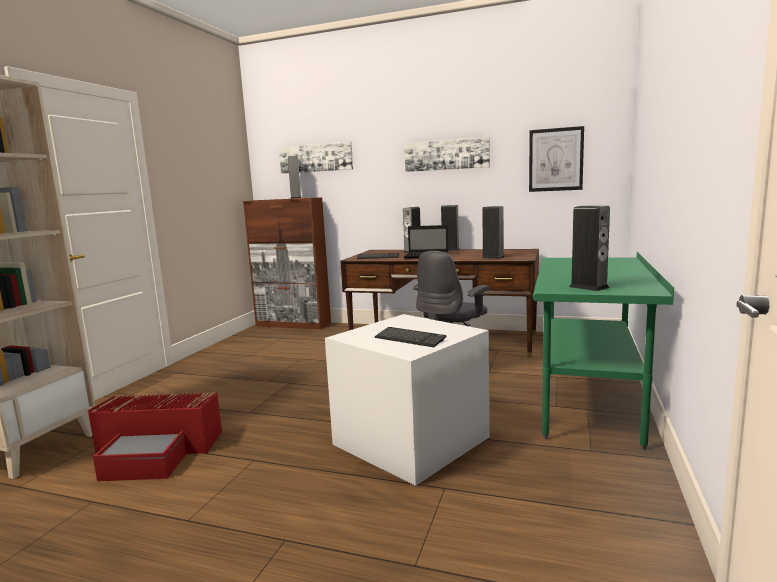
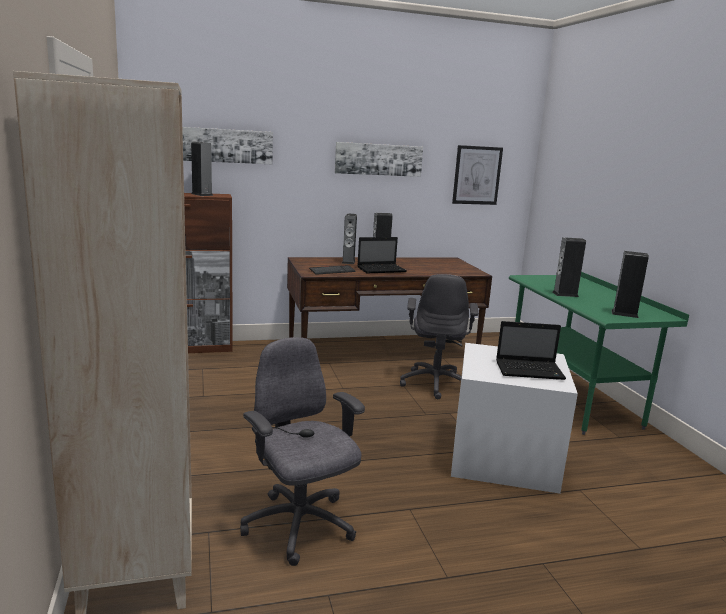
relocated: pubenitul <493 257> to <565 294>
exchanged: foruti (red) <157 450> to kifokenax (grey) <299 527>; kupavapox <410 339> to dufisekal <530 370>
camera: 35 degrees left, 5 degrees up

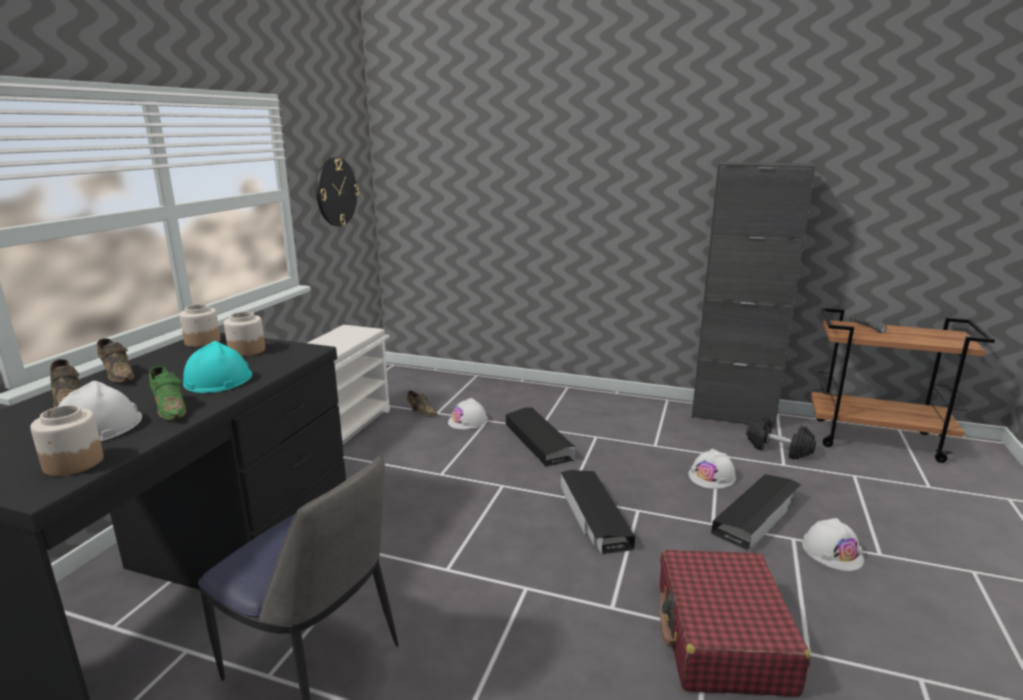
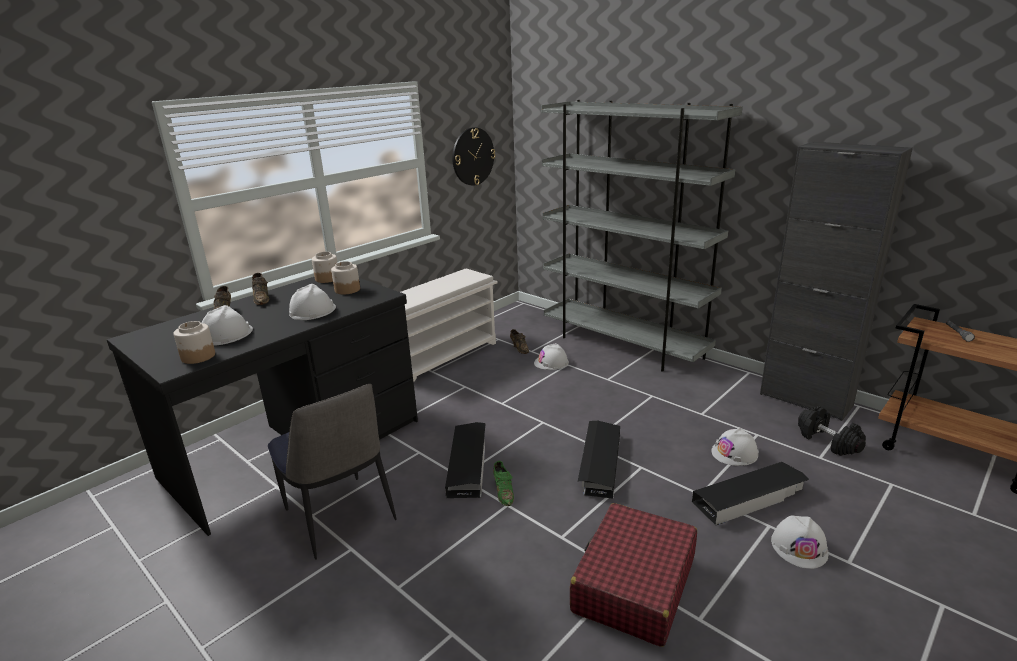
appeared: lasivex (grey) <623 345>
relocated: foruti (black) <538 441> to <468 464>; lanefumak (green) <170 408> to <503 492>
colour: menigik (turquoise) <218 380> to menigik (white) <312 311>
camera: 25 degrees right, 5 degrees up

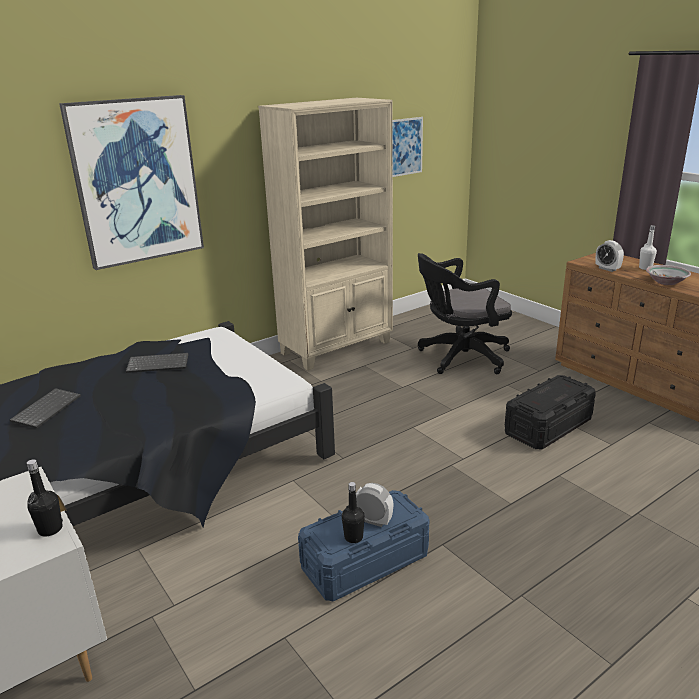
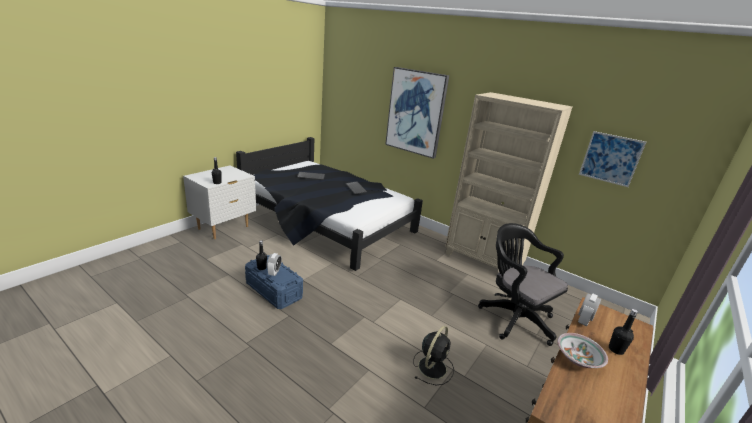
exchanged: foruti (black) <547 427> to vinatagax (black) <433 367>
colour: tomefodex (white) <645 268> to tomefodex (black) <616 349>
camera: 70 degrees right, 0 degrees up

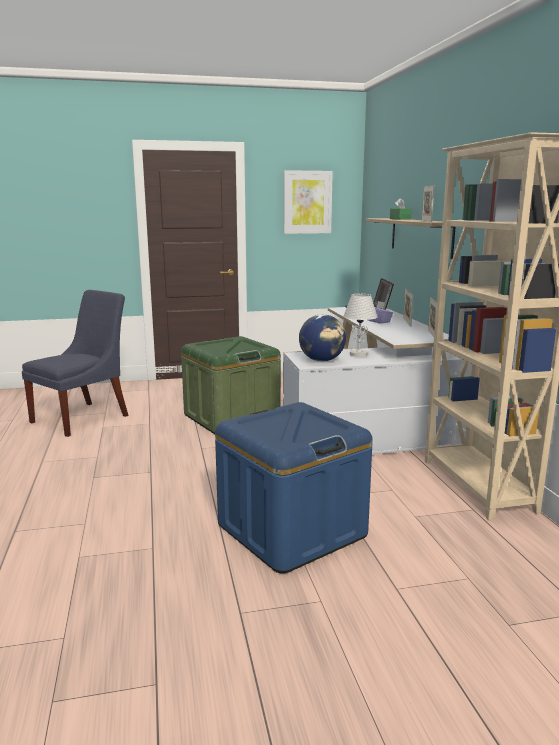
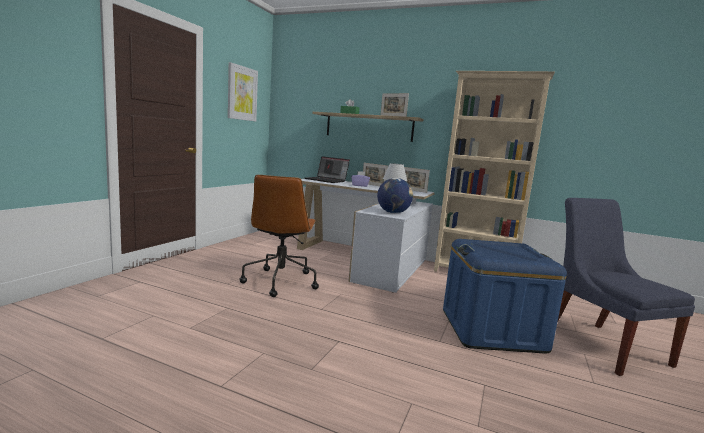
relocated: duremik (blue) <84 418> to <602 344>
exchanged: foruti (green) <231 418> to kifokenax (brown) <280 281>
camera: 55 degrees left, 5 degrees down

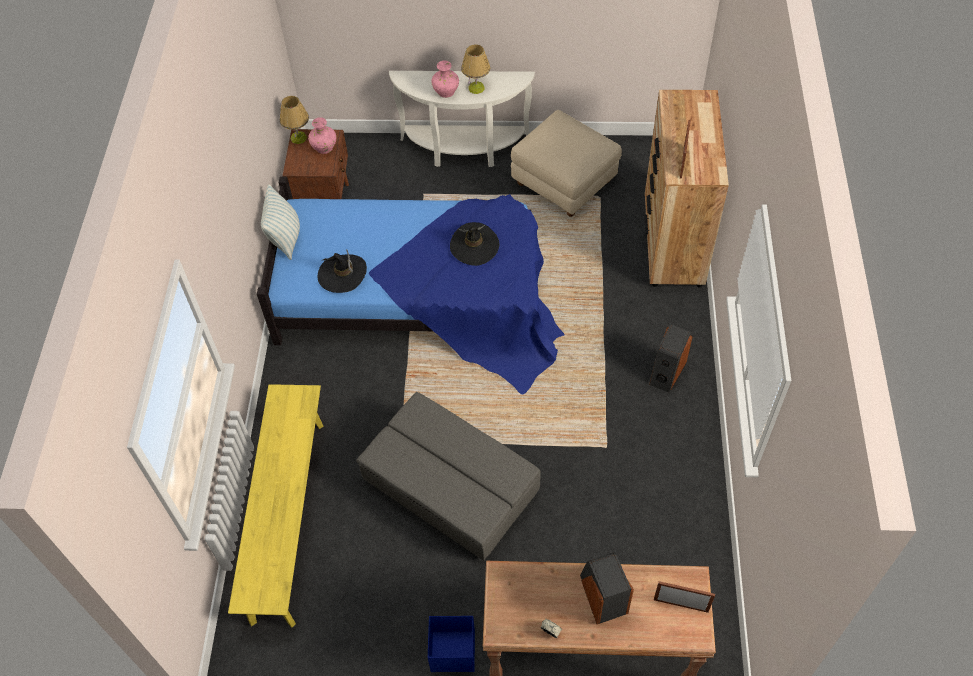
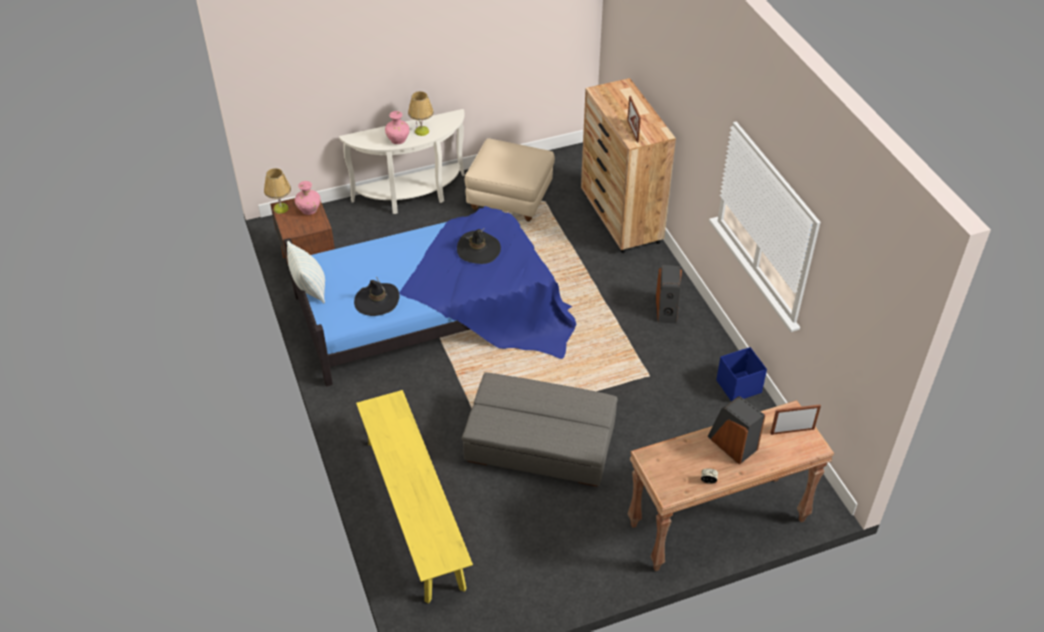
relocated: foruti (blue) <452 651> to <738 386>
camera: 25 degrees left, 10 degrees down

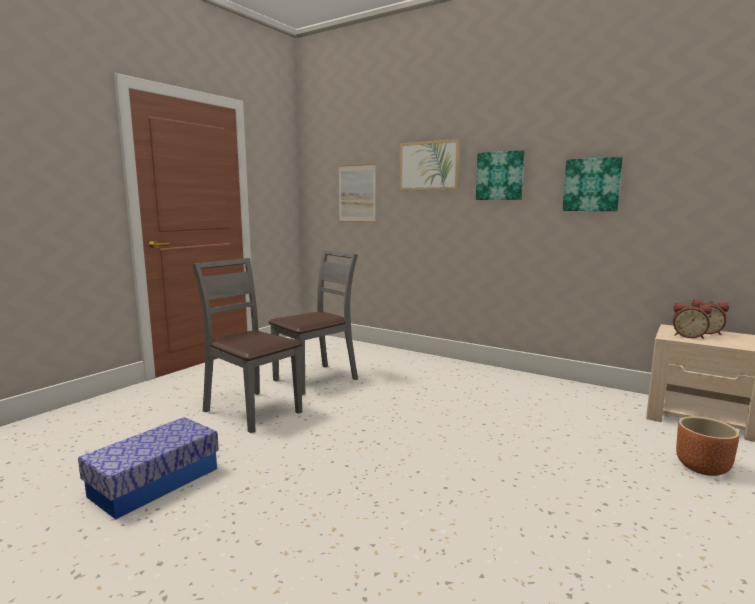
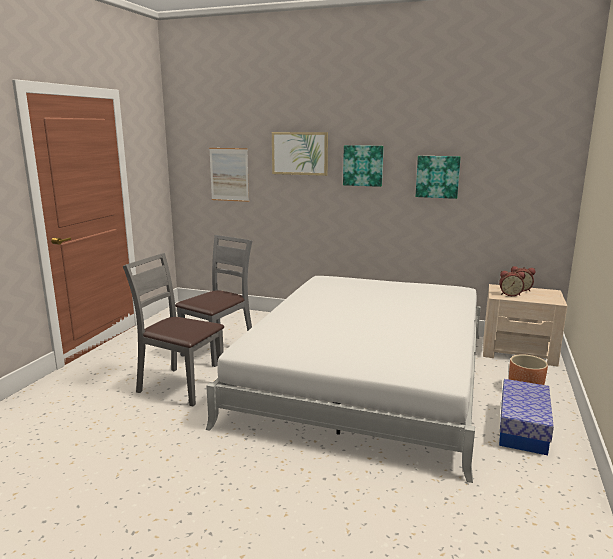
appeared: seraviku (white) <366 375>
relocated: foruti <154 482> to <523 428>
camera: 15 degrees left, 5 degrees up

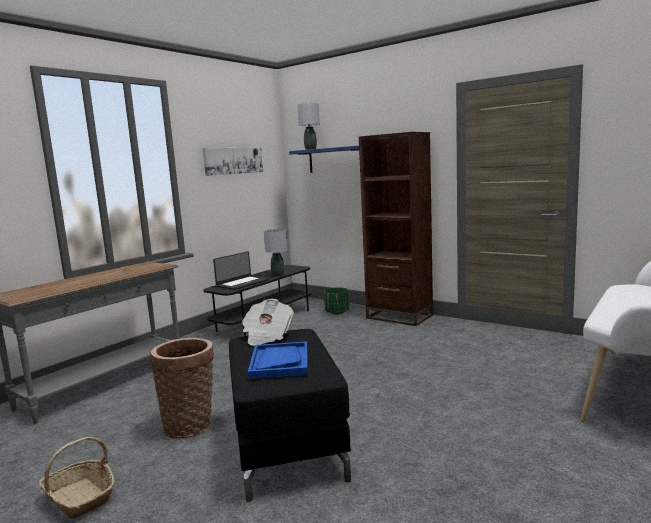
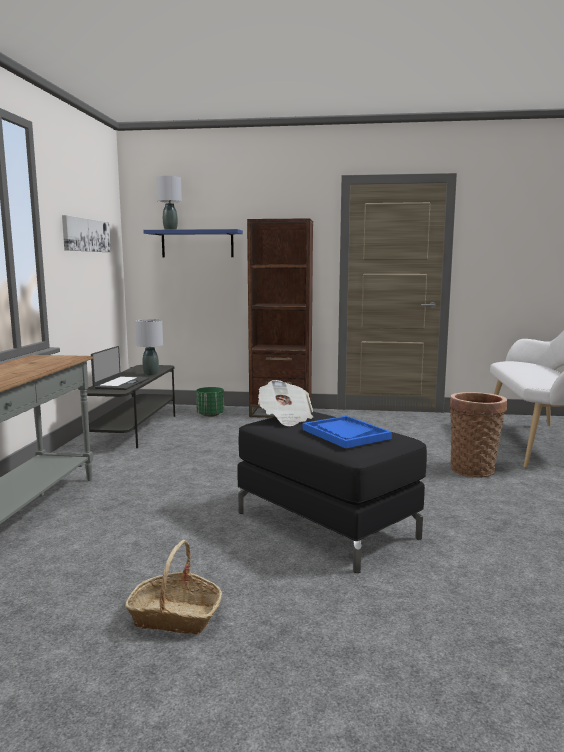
relocated: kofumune <191 425> to <473 469>
camera: 30 degrees left, 0 degrees up

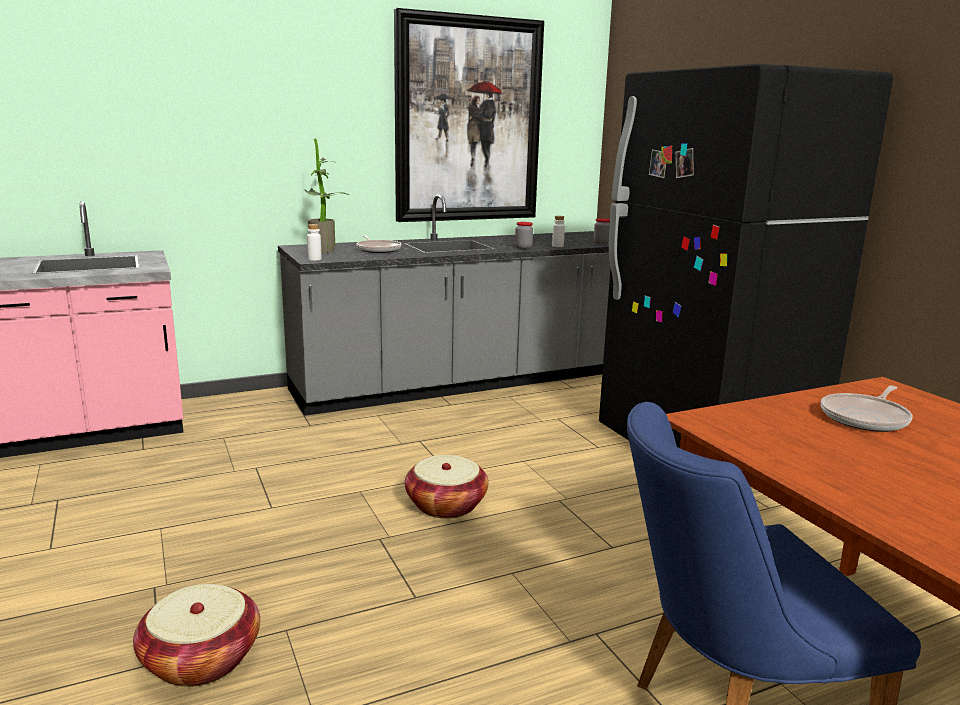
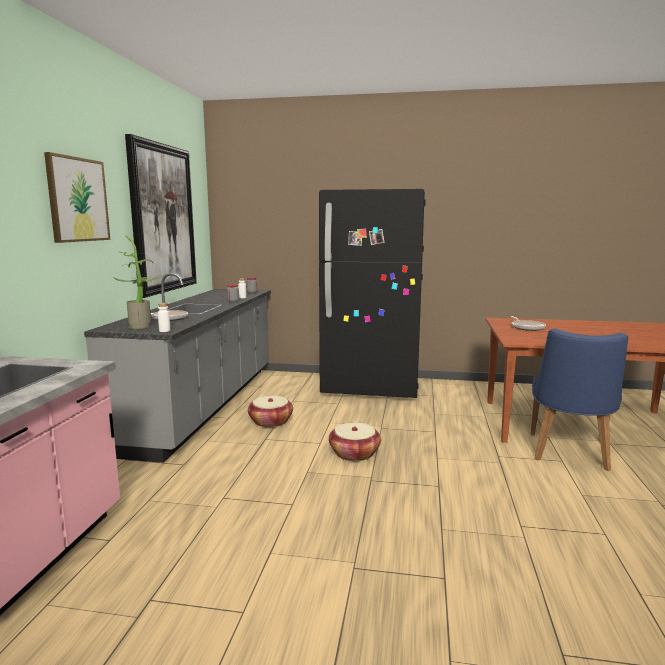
appeared: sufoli <78 200>
relocated: kofumune <201 659> to <270 422>
camera: 55 degrees left, 5 degrees down

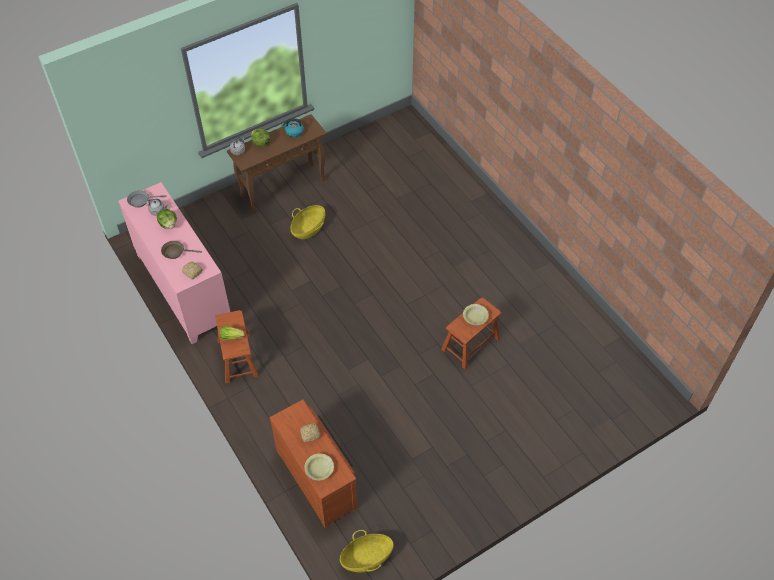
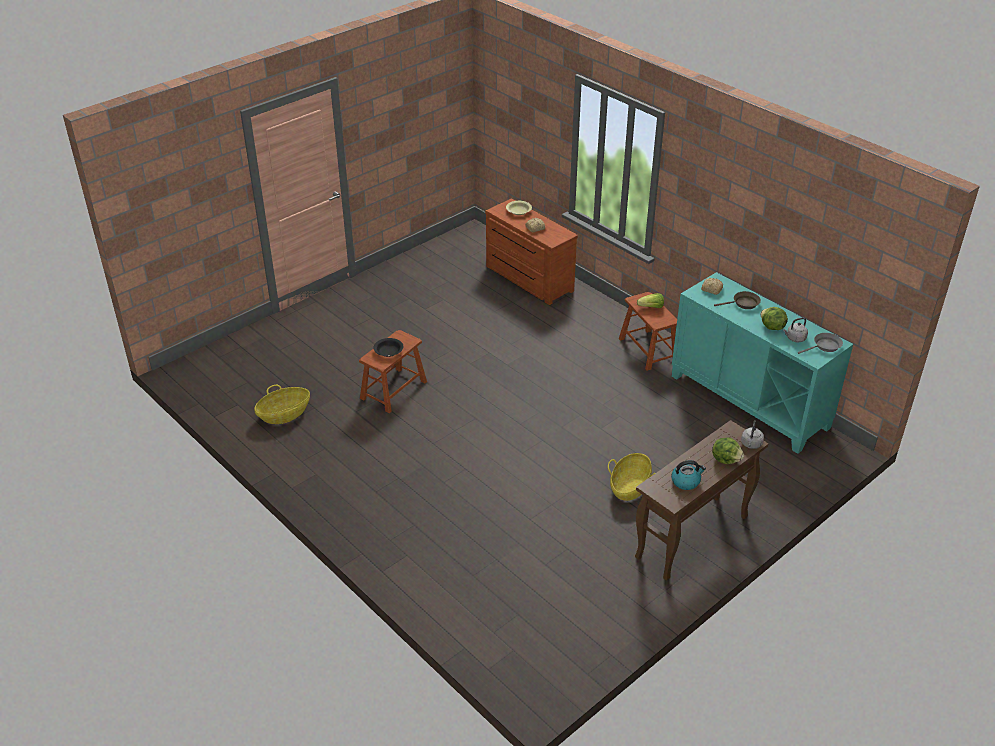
relocated: kofumune <367 557> to <284 414>
colour: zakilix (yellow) <475 317> to zakilix (black) <388 351>; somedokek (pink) <183 289> to somedokek (turquoise) <749 401>
camera: 170 degrees right, 15 degrees down

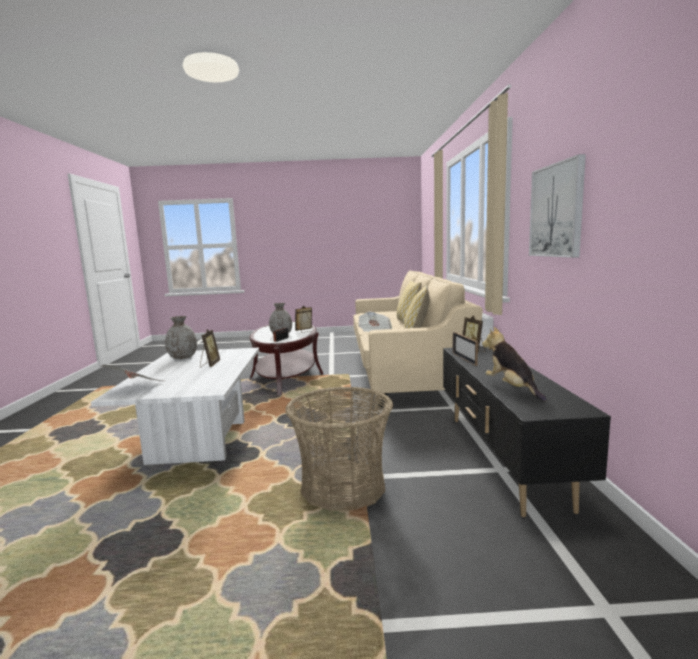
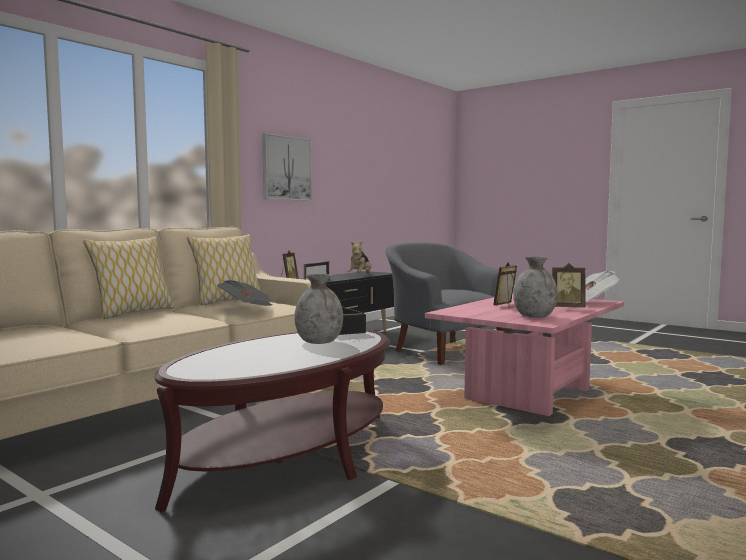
relocated: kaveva <305 331> to <567 308>
exchanged: kofumune <343 487> to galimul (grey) <444 351>
colour: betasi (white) <199 441> to betasi (pink) <528 395>
camera: 140 degrees left, 5 degrees down

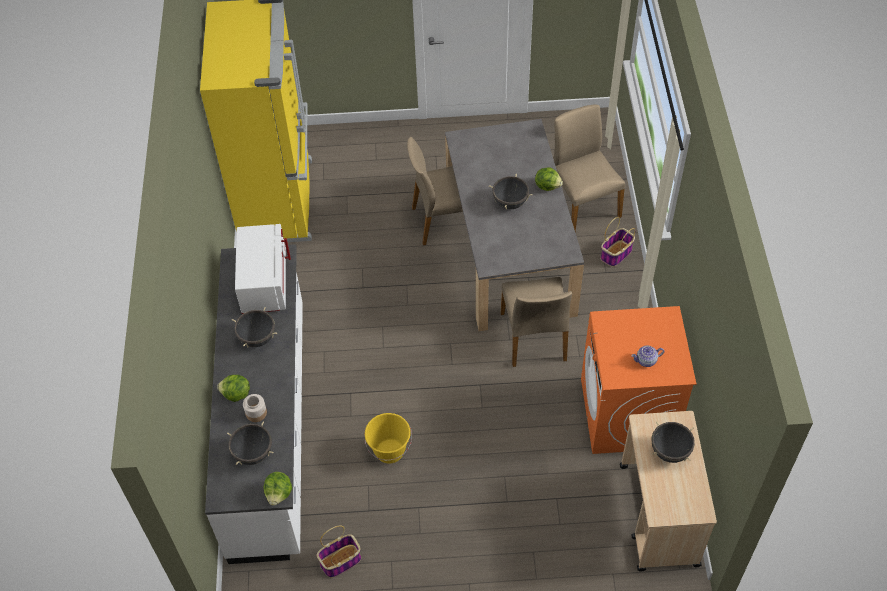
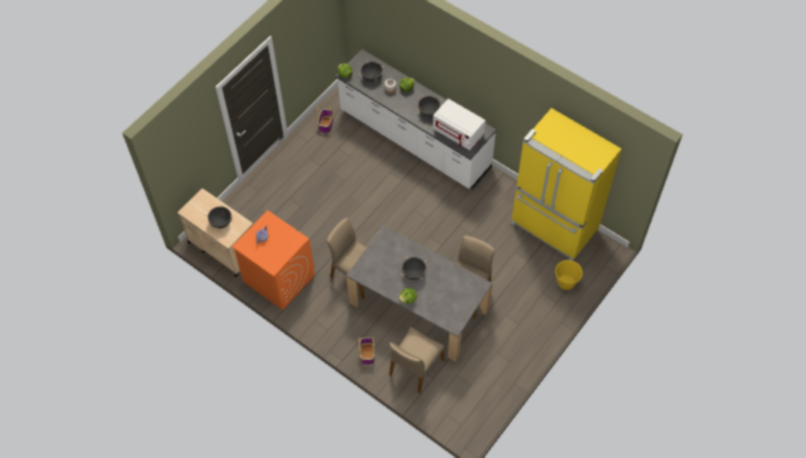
relocated: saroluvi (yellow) <389 451> to <566 282>
spun: duremik (beige) <582 203> = <415 367> 105 degrees clockwise
camera: 130 degrees right, 5 degrees up

